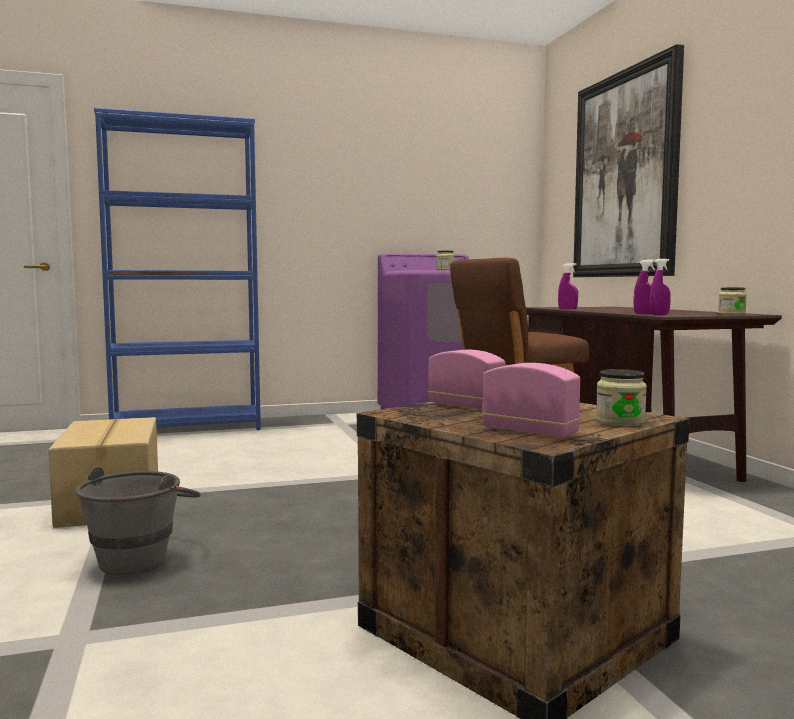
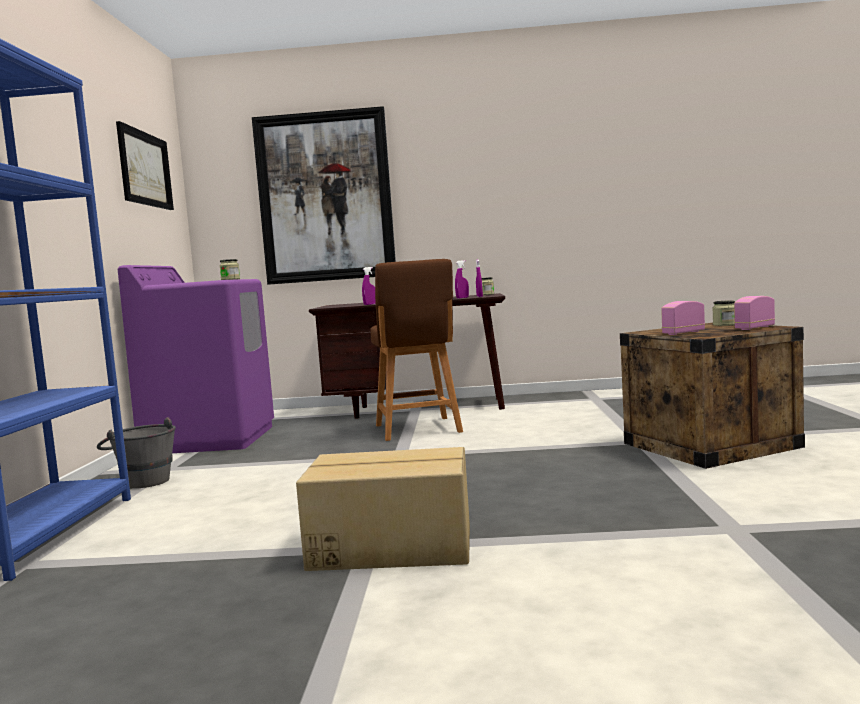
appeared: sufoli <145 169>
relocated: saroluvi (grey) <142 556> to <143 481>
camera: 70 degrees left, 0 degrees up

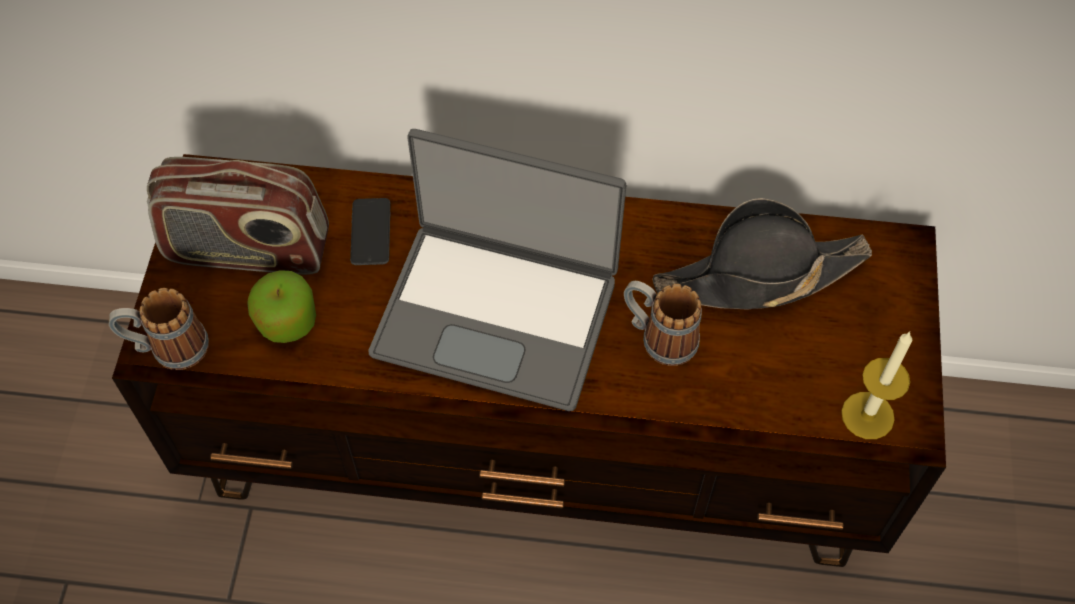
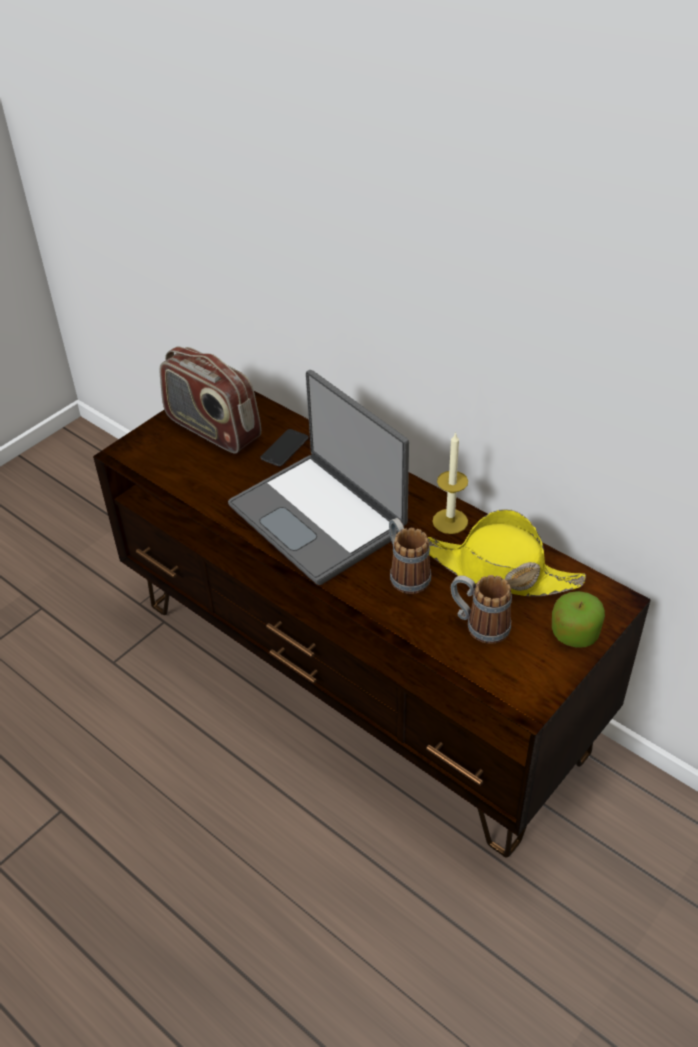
relocated: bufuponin <867 415> to <450 521>; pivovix <168 348> to <479 625>; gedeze <287 321> to <574 634>
colour: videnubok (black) <759 276> to videnubok (yellow) <500 571>
camera: 35 degrees right, 15 degrees down

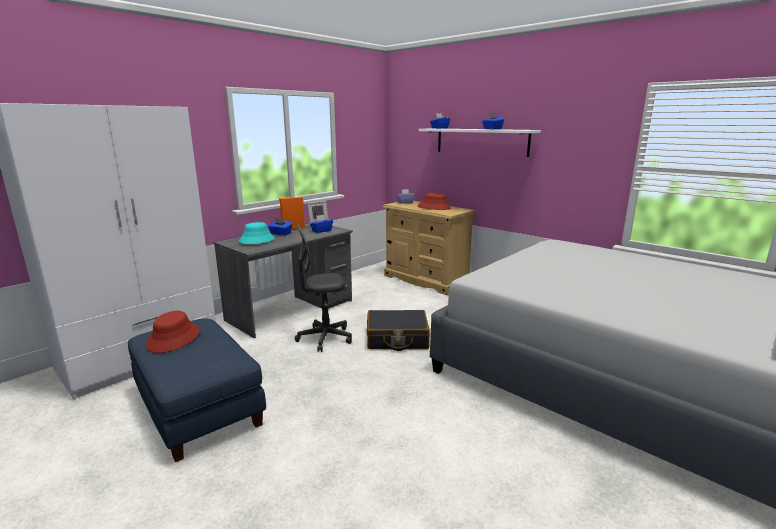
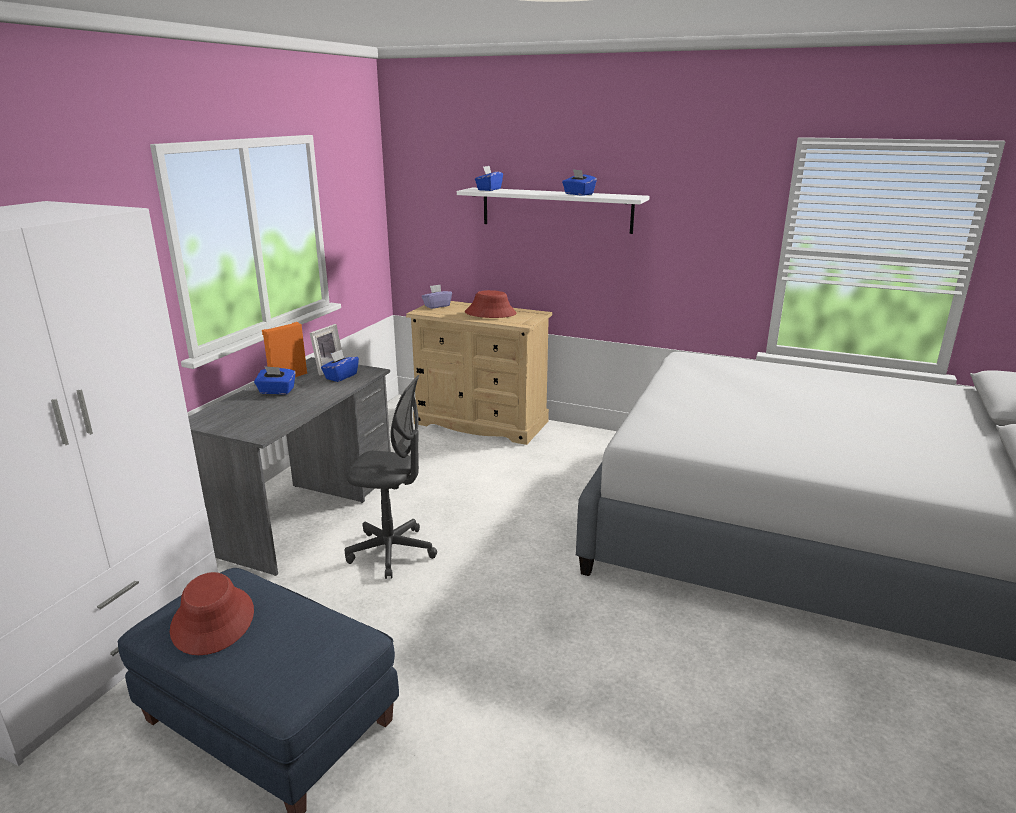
missing: videnubok (turquoise) <256 240>; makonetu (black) <397 339>
spun: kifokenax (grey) <324 338> = <391 552> 135 degrees counterclockwise
camera: 20 degrees left, 5 degrees up

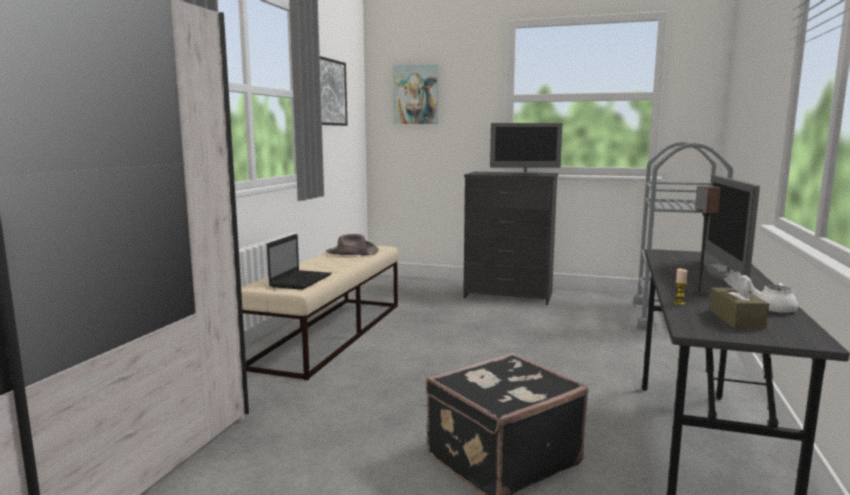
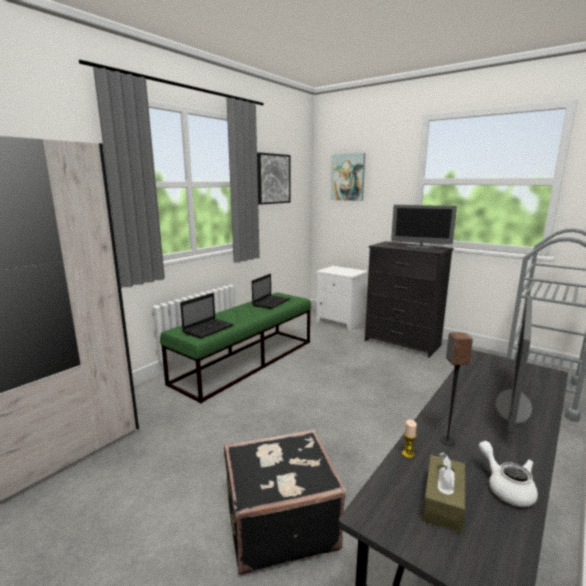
appeared: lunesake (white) <341 322>
exchanged: videnubok (brown) <352 252> to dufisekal <271 302>
colour: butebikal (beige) <330 333> to butebikal (green) <246 361>
camera: 20 degrees right, 5 degrees up

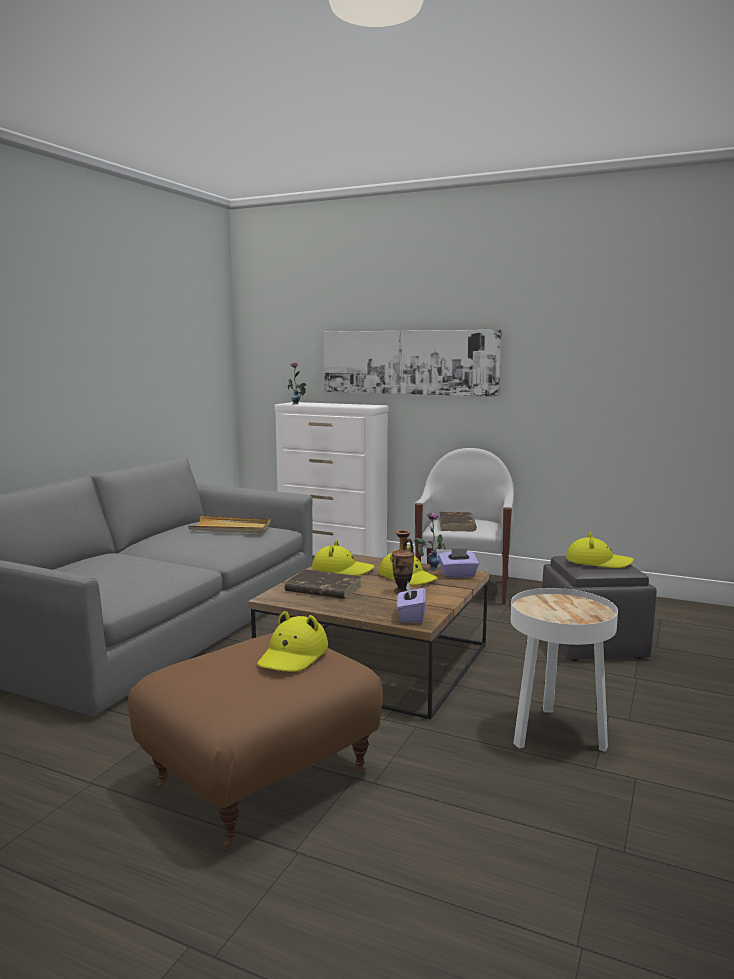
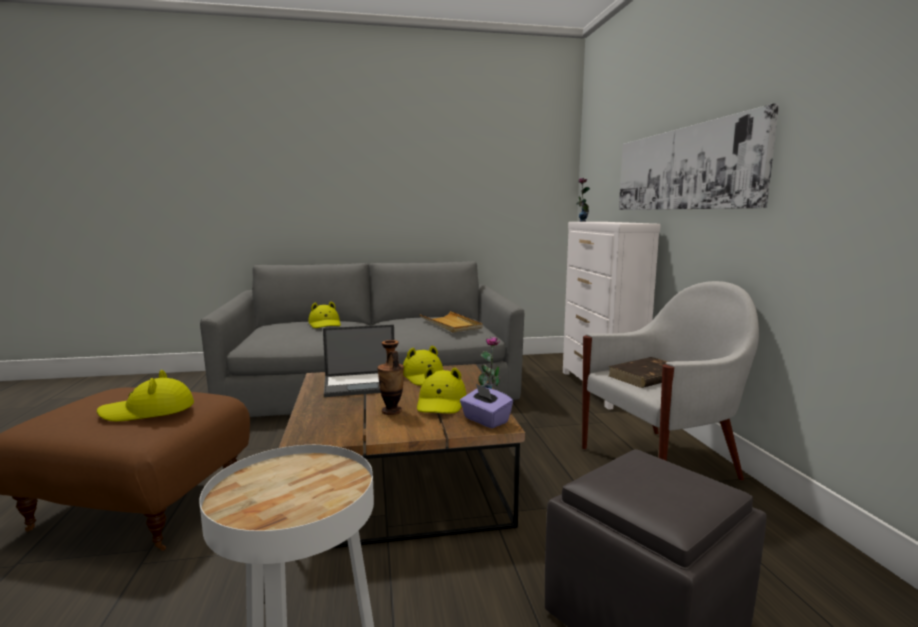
missing: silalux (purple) <411 616>
relocated: videnubok (yellow) <598 562> to <325 324>
exchanged: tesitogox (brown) <323 589> to dufisekal <363 384>
camera: 55 degrees right, 0 degrees up

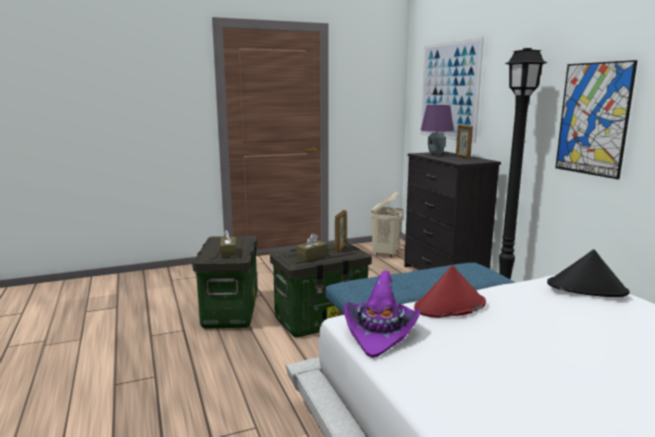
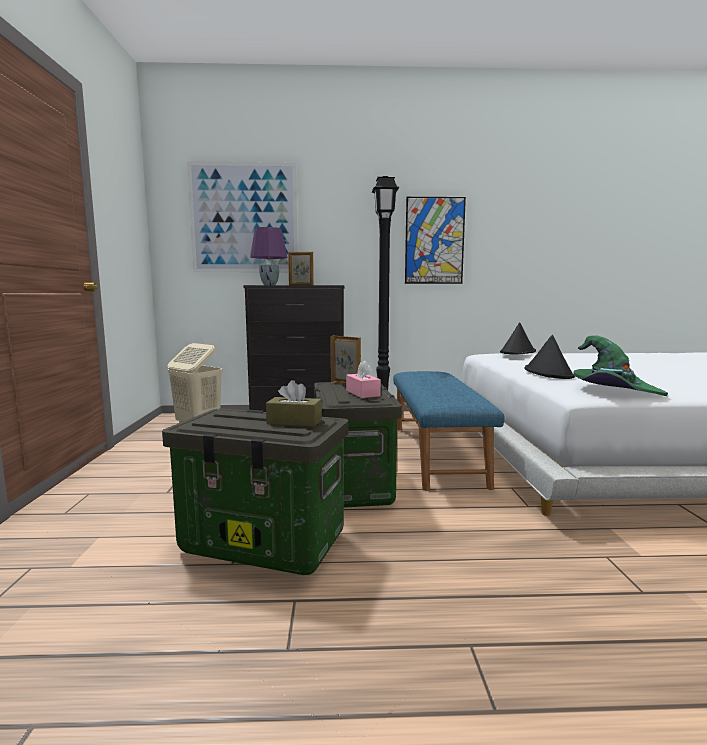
colour: silalux (brown) <311 256> to silalux (pink) <362 393>; videnubok (red) <450 306> to videnubok (black) <548 373>; videnubok (purple) <380 333> to videnubok (green) <612 390>
camera: 70 degrees left, 5 degrees down

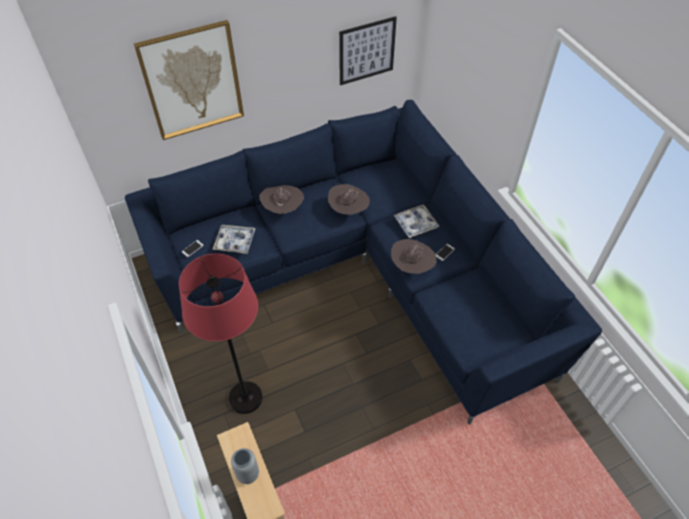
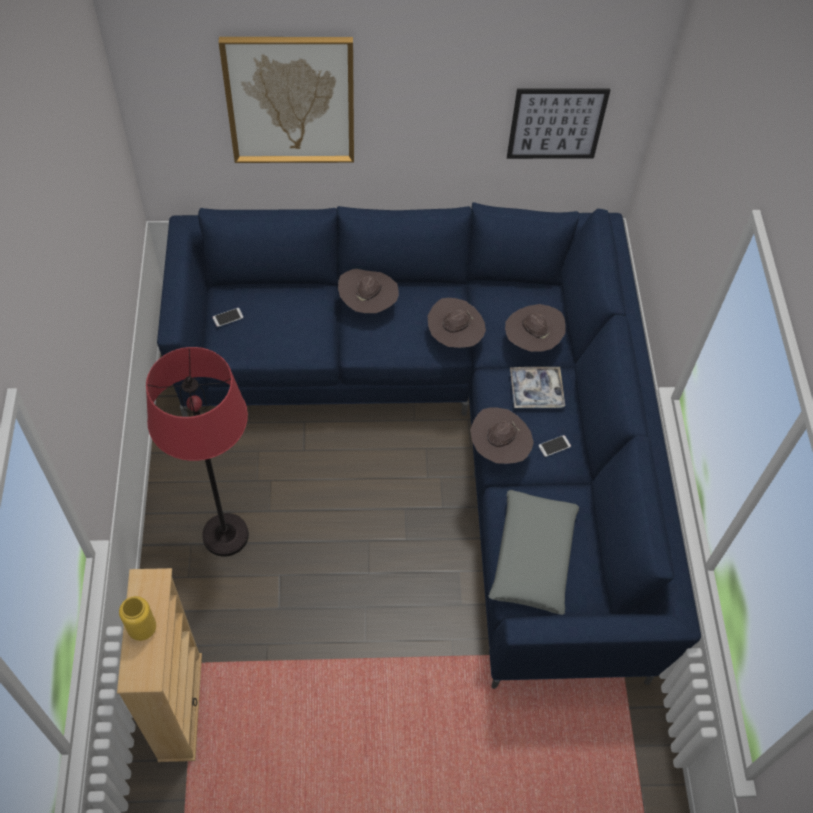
missing: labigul <235 242>
appeared: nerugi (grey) <532 557>; videnubok (brown) <531 341>
colour: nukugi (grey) <248 474> to nukugi (yellow) <142 629>
camera: 20 degrees right, 5 degrees up

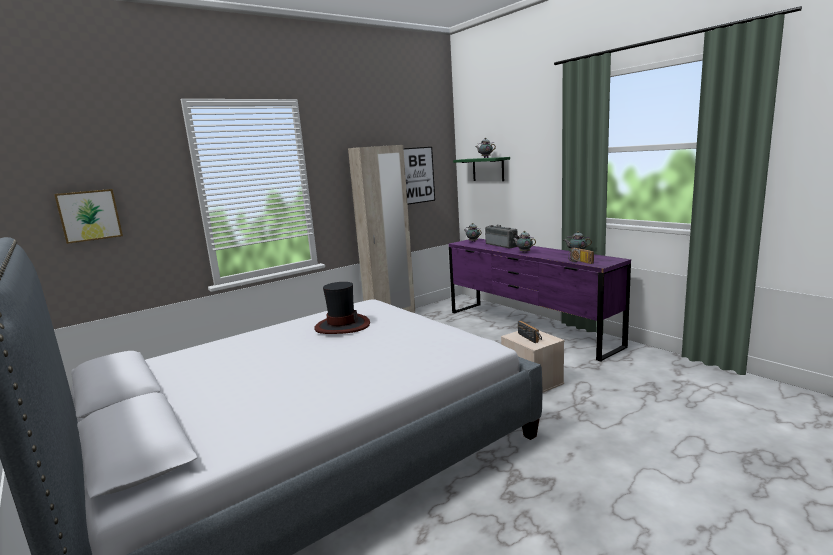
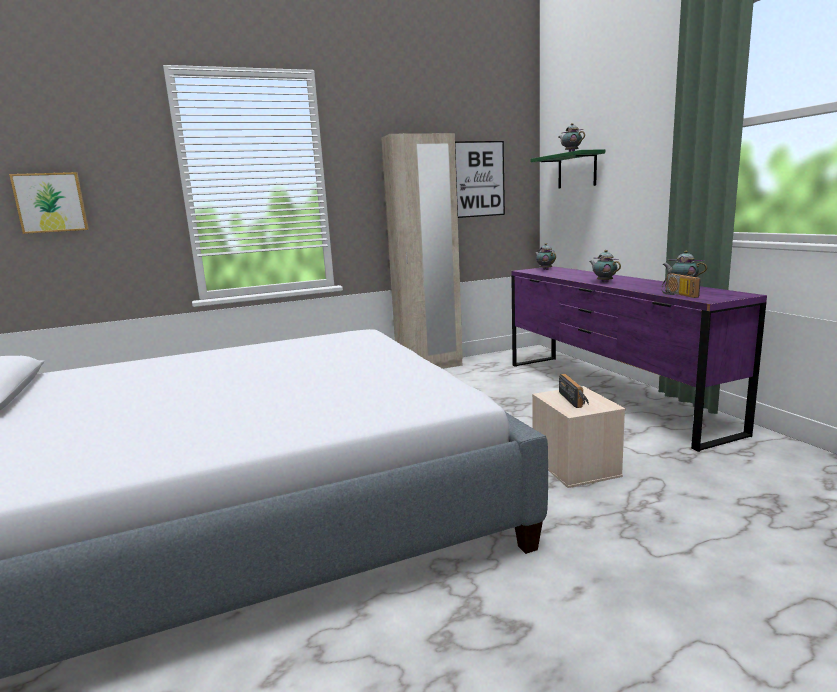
missing: videnubok <342 326>; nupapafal <503 245>
camera: 15 degrees right, 0 degrees up

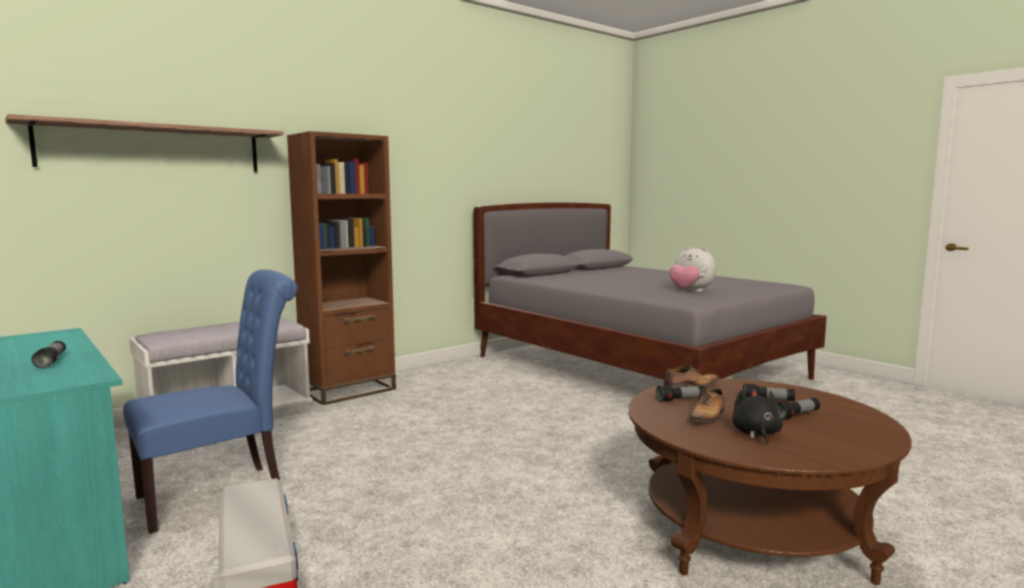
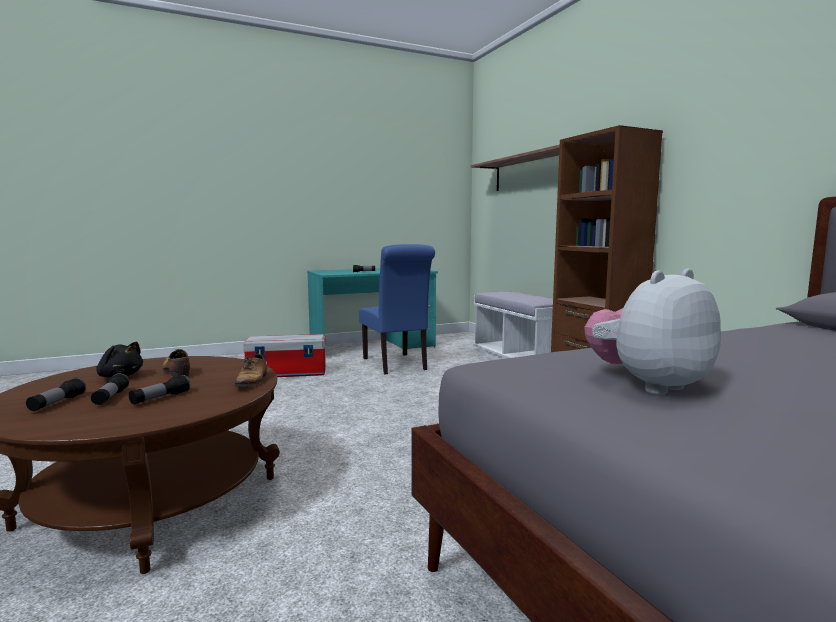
relocated: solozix <681 400> to <57 403>
camera: 105 degrees right, 0 degrees up

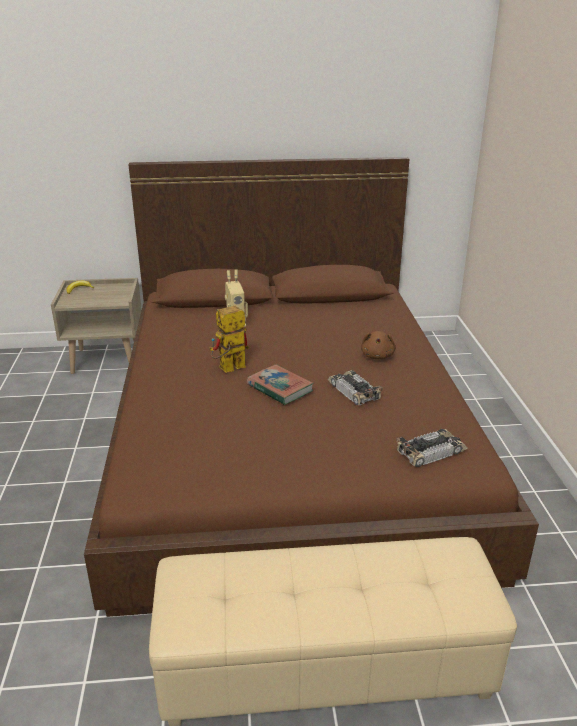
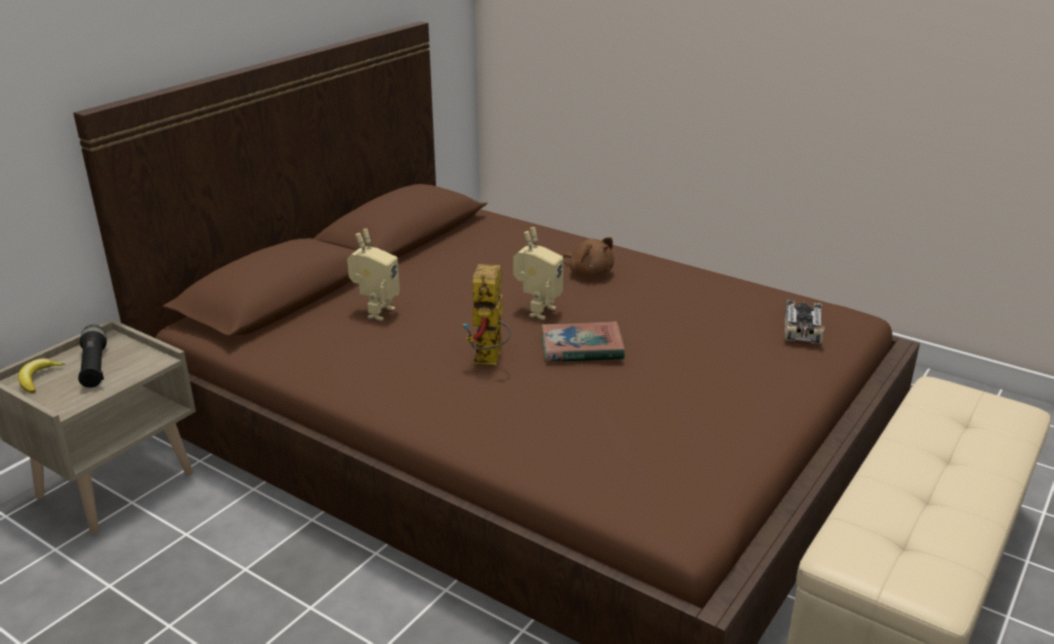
missing: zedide <353 391>
appeared: solozix (black) <94 366>; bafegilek <537 311>
camera: 50 degrees left, 0 degrees up

